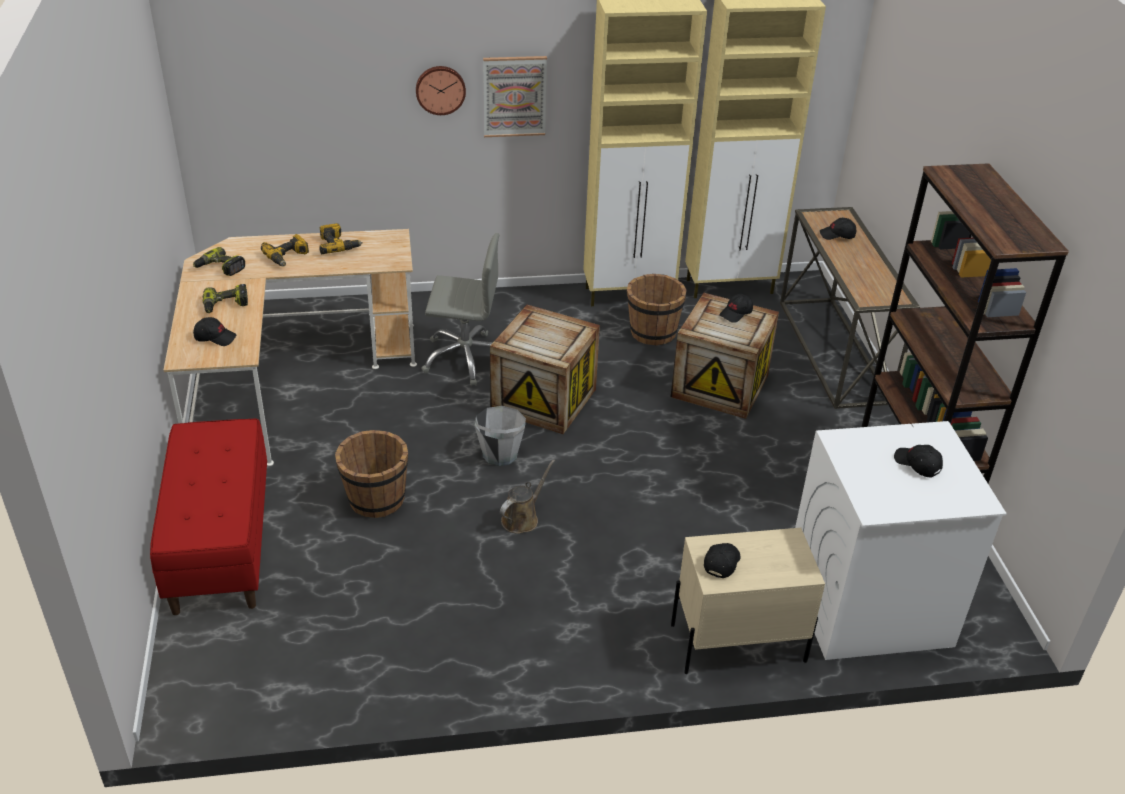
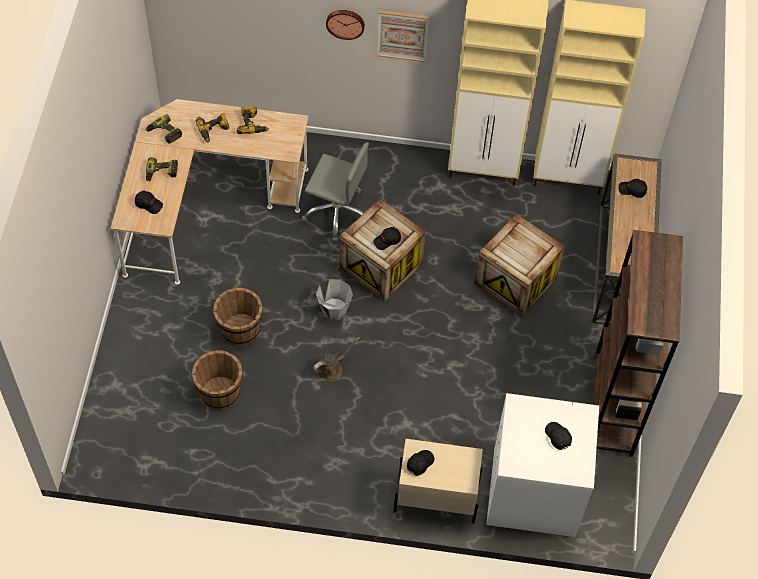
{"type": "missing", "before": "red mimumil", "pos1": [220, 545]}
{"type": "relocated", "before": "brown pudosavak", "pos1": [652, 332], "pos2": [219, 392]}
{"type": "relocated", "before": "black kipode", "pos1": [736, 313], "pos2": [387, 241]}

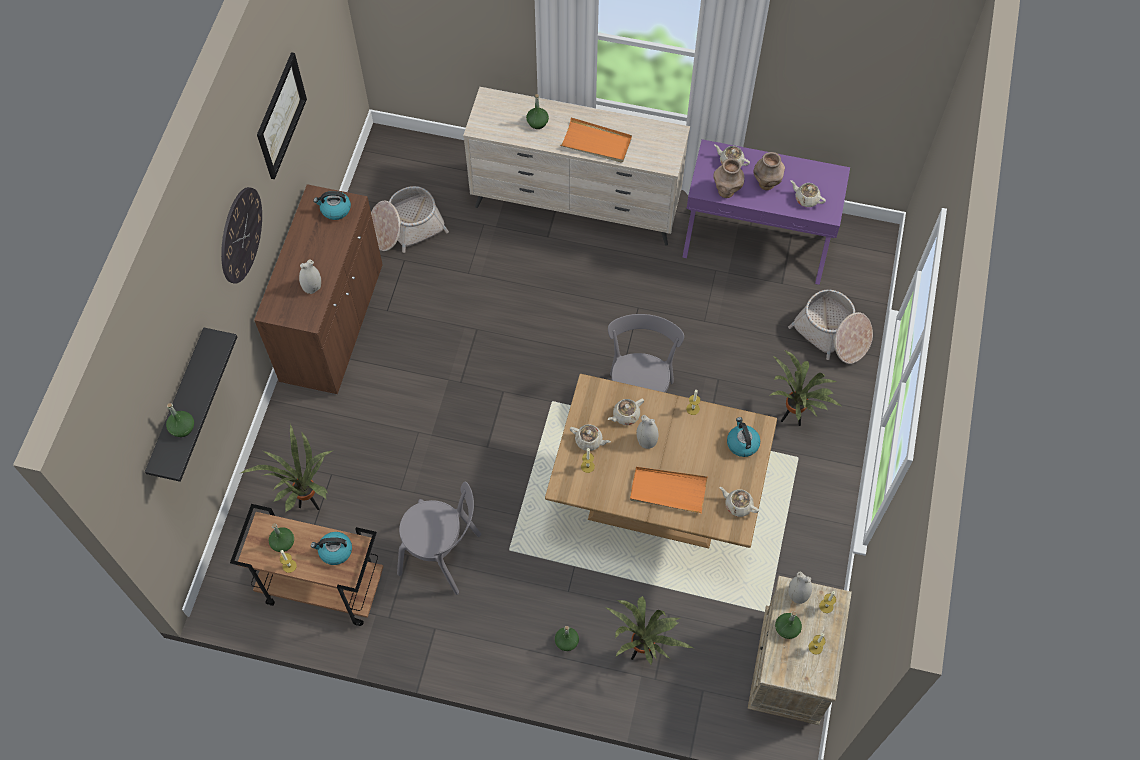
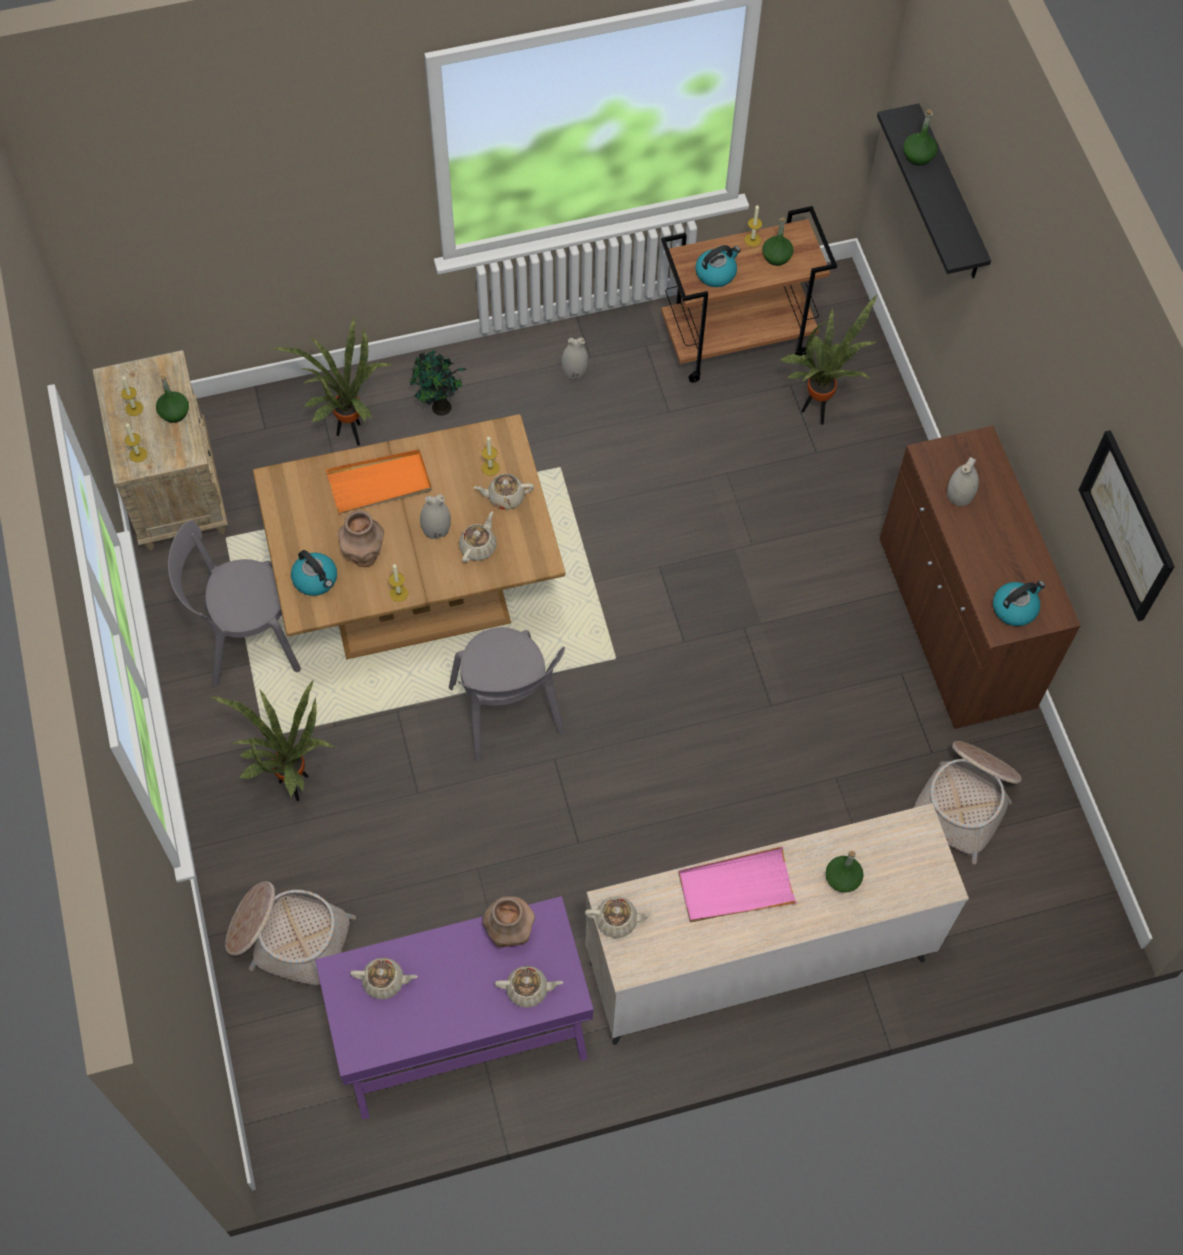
{"type": "missing", "before": "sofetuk", "pos1": [240, 235]}
{"type": "relocated", "before": "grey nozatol", "pos1": [443, 555], "pos2": [246, 639]}
{"type": "exchanged", "before": "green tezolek", "after": "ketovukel", "pos1": [566, 641], "pos2": [440, 408]}
{"type": "colour", "before": "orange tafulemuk", "after": "pink tafulemuk", "pos1": [596, 143], "pos2": [736, 888]}
{"type": "relocated", "before": "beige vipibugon", "pos1": [738, 505], "pos2": [617, 920]}
{"type": "relocated", "before": "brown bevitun", "pos1": [766, 184], "pos2": [364, 556]}
{"type": "relocated", "before": "white bevitun", "pos1": [797, 594], "pos2": [574, 371]}

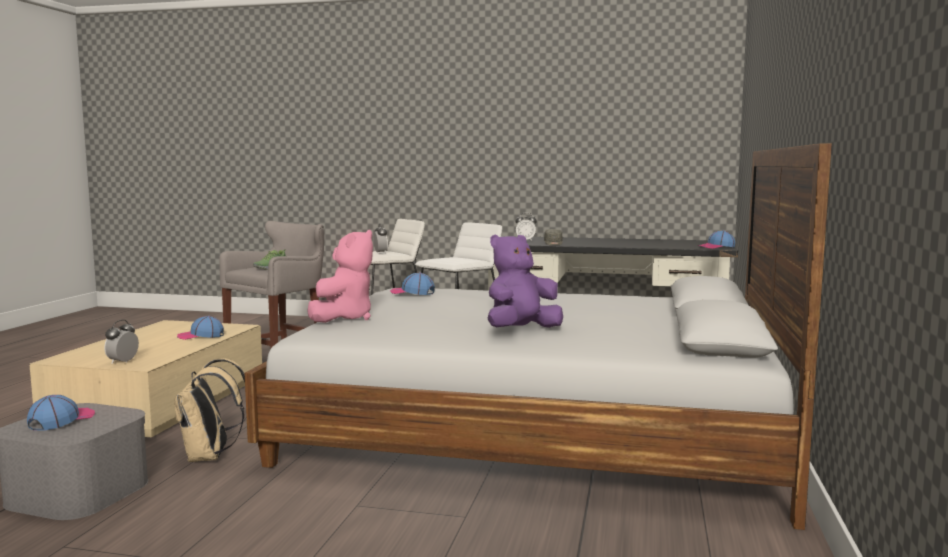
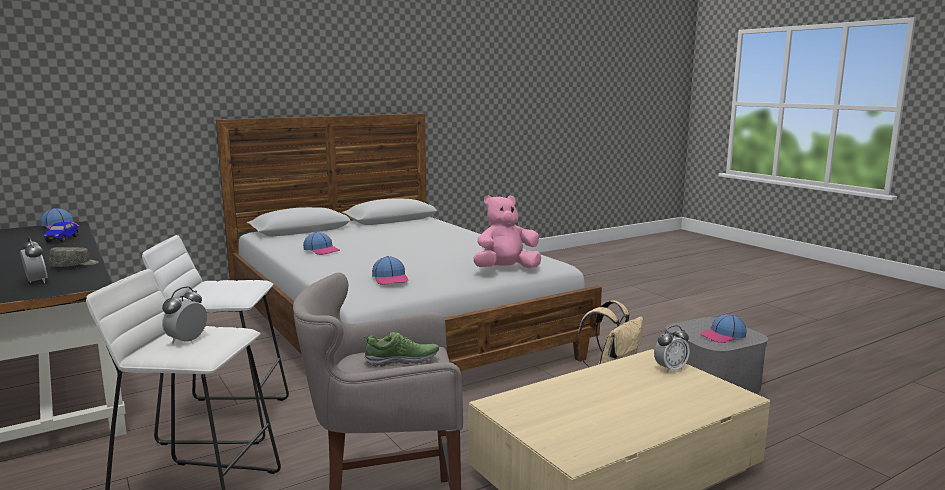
{"type": "relocated", "before": "kipode", "pos1": [200, 336], "pos2": [322, 250]}
{"type": "missing", "before": "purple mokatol", "pos1": [521, 330]}
{"type": "appeared", "after": "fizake", "pos2": [62, 239]}

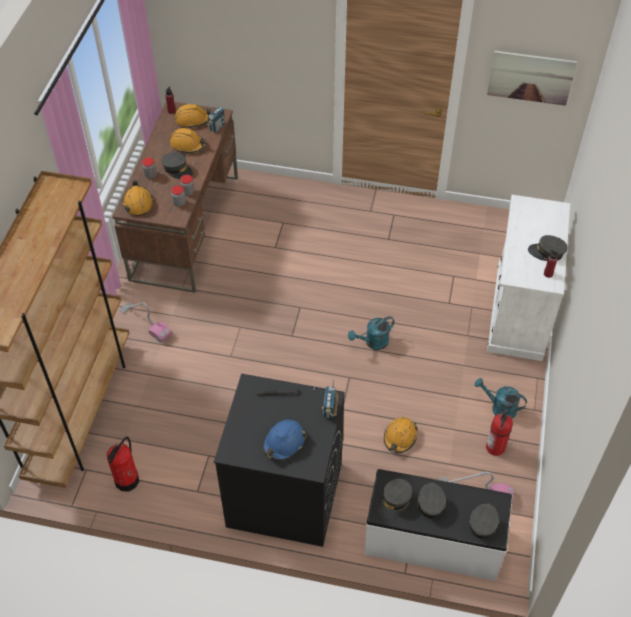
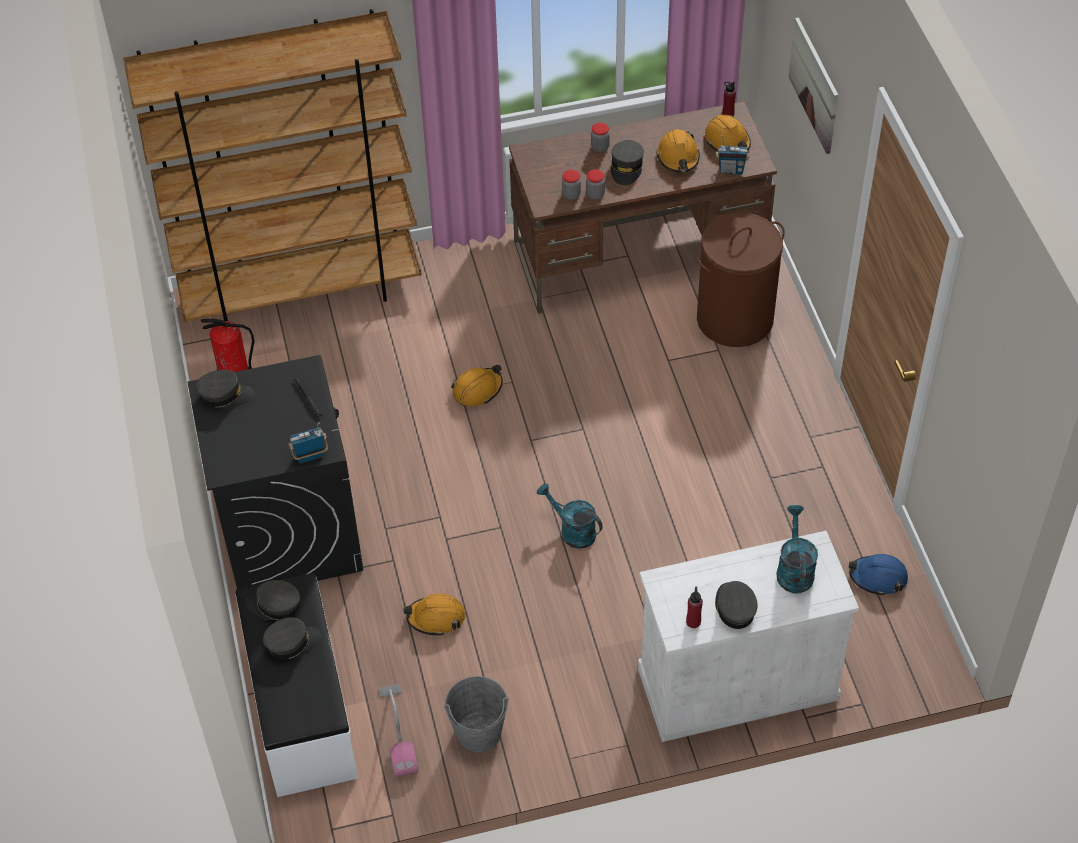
{"type": "missing", "before": "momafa", "pos1": [145, 323]}
{"type": "relocated", "before": "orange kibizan", "pos1": [138, 203], "pos2": [477, 390]}
{"type": "relocated", "before": "blue kibizan", "pos1": [284, 443], "pos2": [878, 577]}
{"type": "relocated", "before": "grey kipode", "pos1": [483, 522], "pos2": [225, 395]}
{"type": "relocated", "before": "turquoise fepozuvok", "pos1": [499, 408], "pos2": [794, 569]}
{"type": "exchanged", "before": "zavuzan", "after": "grey pudosavak", "pos1": [495, 448], "pos2": [478, 732]}
{"type": "relocated", "before": "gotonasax", "pos1": [530, 77], "pos2": [814, 85]}
{"type": "appeared", "after": "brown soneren", "pos2": [734, 318]}

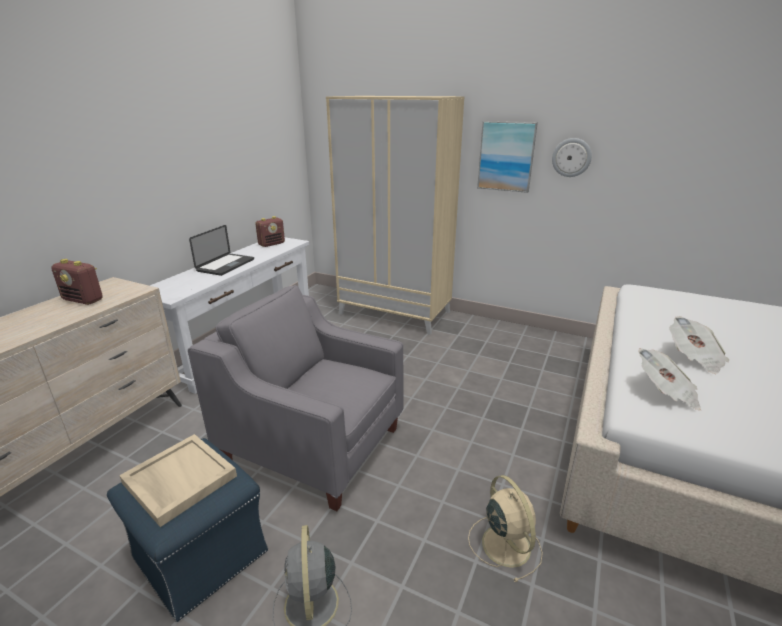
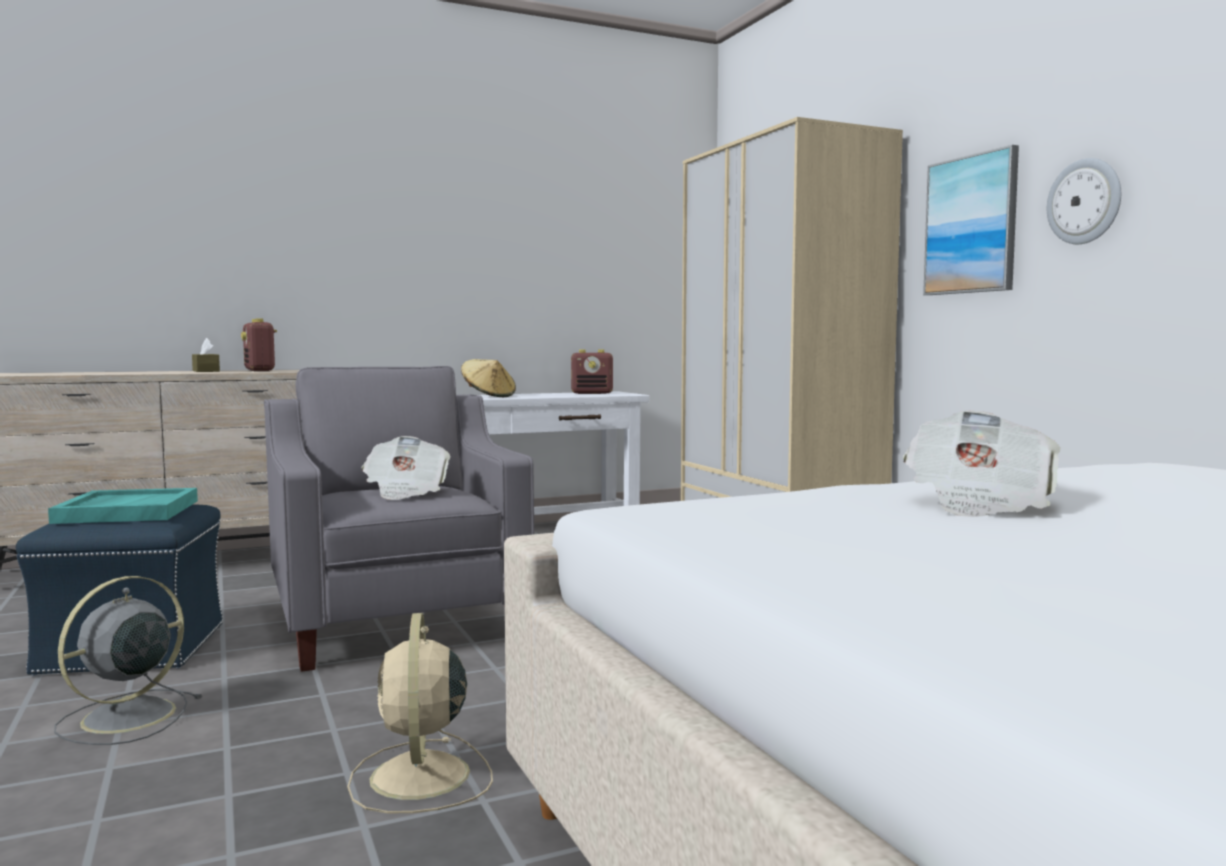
{"type": "colour", "before": "beige tafulemuk", "after": "turquoise tafulemuk", "pos1": [178, 480], "pos2": [127, 511]}
{"type": "exchanged", "before": "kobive", "after": "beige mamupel", "pos1": [226, 265], "pos2": [488, 396]}
{"type": "spun", "before": "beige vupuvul", "pos1": [504, 543], "pos2": [420, 778], "turn": 150}
{"type": "relocated", "before": "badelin", "pos1": [666, 392], "pos2": [406, 492]}
{"type": "appeared", "after": "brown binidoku", "pos2": [206, 371]}

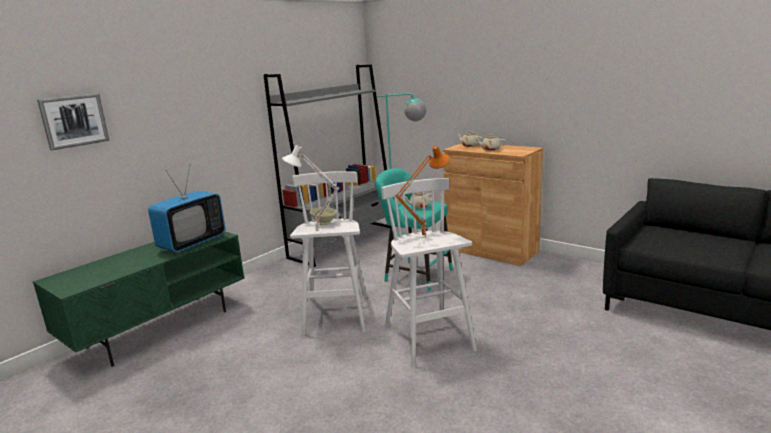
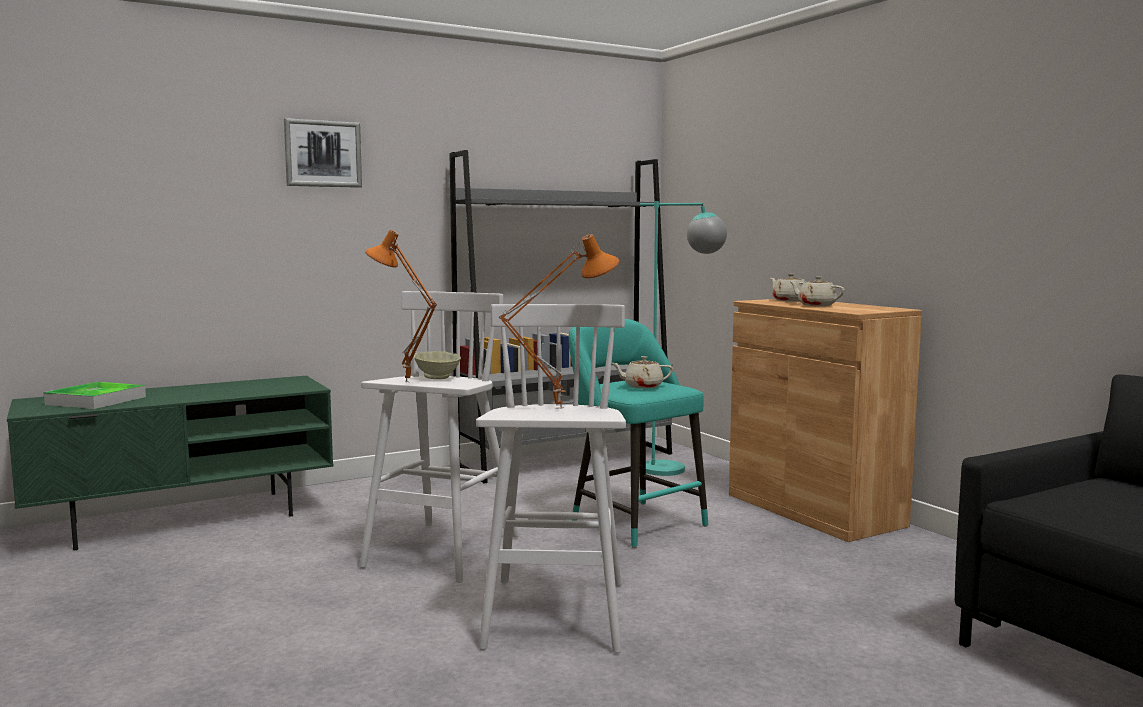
{"type": "relocated", "before": "gotonasax", "pos1": [74, 121], "pos2": [323, 154]}
{"type": "missing", "before": "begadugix", "pos1": [192, 243]}
{"type": "colour", "before": "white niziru", "after": "orange niziru", "pos1": [316, 231], "pos2": [404, 382]}
{"type": "appeared", "after": "tafulemuk", "pos2": [96, 401]}

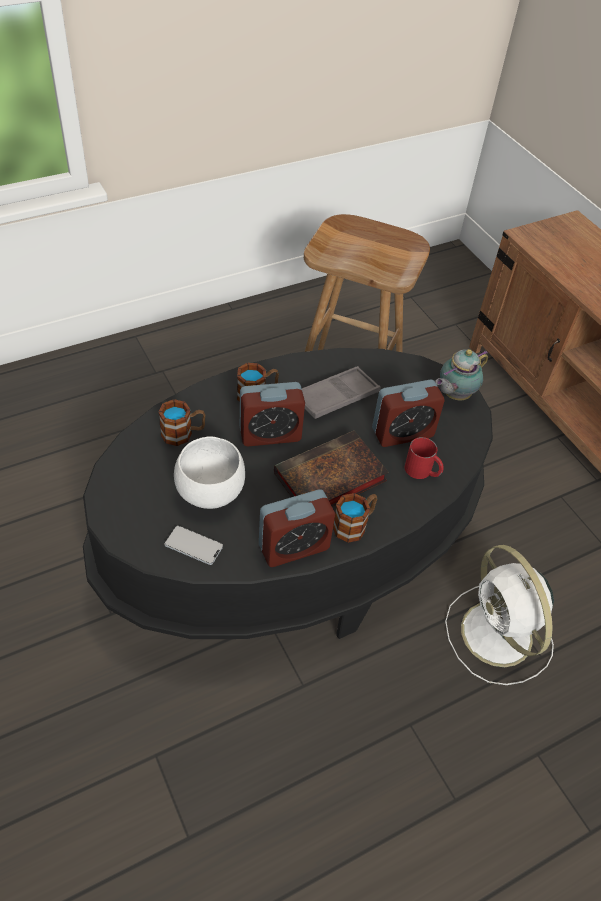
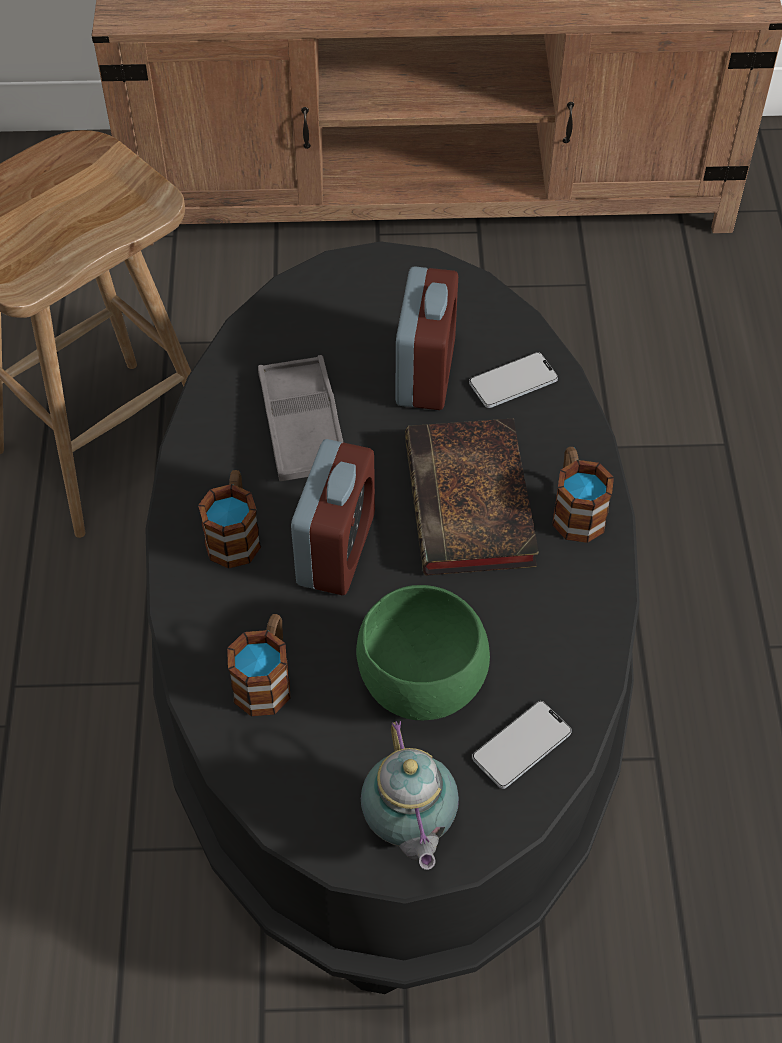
{"type": "colour", "before": "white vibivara", "after": "green vibivara", "pos1": [208, 493], "pos2": [420, 686]}
{"type": "missing", "before": "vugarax", "pos1": [293, 547]}
{"type": "exchanged", "before": "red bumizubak", "after": "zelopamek", "pos1": [422, 471], "pos2": [513, 381]}
{"type": "relocated", "before": "vipibugon", "pos1": [454, 395], "pos2": [409, 828]}
{"type": "missing", "before": "white vupuvul", "pos1": [498, 637]}

